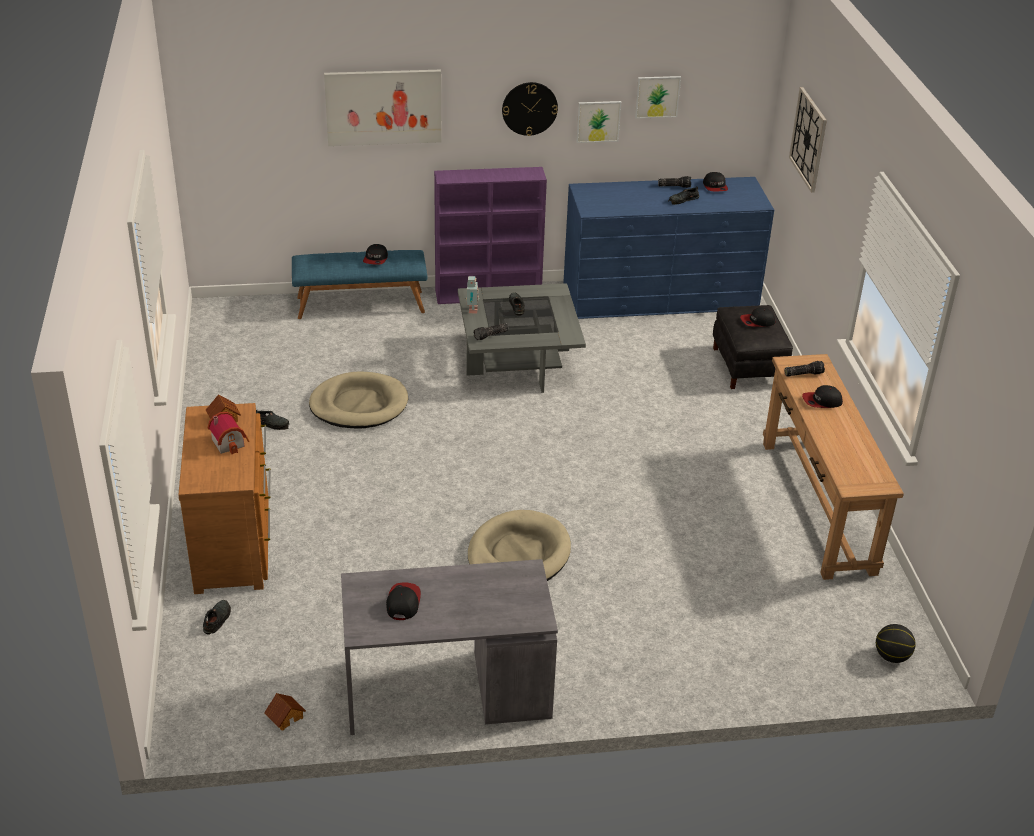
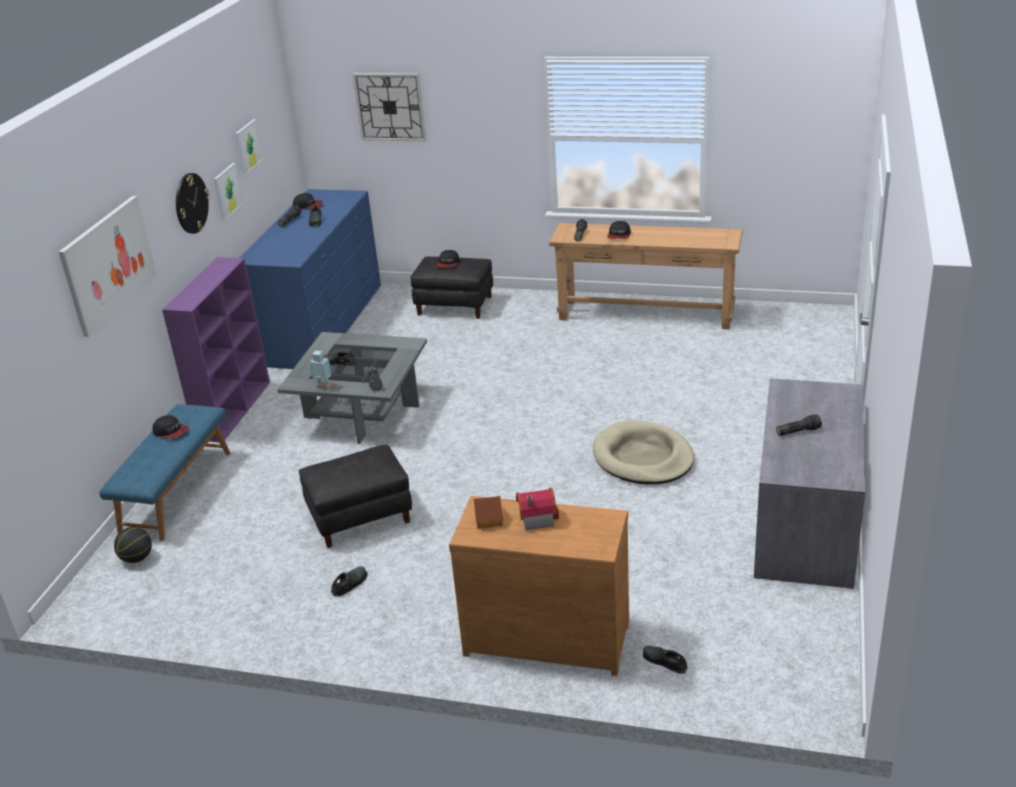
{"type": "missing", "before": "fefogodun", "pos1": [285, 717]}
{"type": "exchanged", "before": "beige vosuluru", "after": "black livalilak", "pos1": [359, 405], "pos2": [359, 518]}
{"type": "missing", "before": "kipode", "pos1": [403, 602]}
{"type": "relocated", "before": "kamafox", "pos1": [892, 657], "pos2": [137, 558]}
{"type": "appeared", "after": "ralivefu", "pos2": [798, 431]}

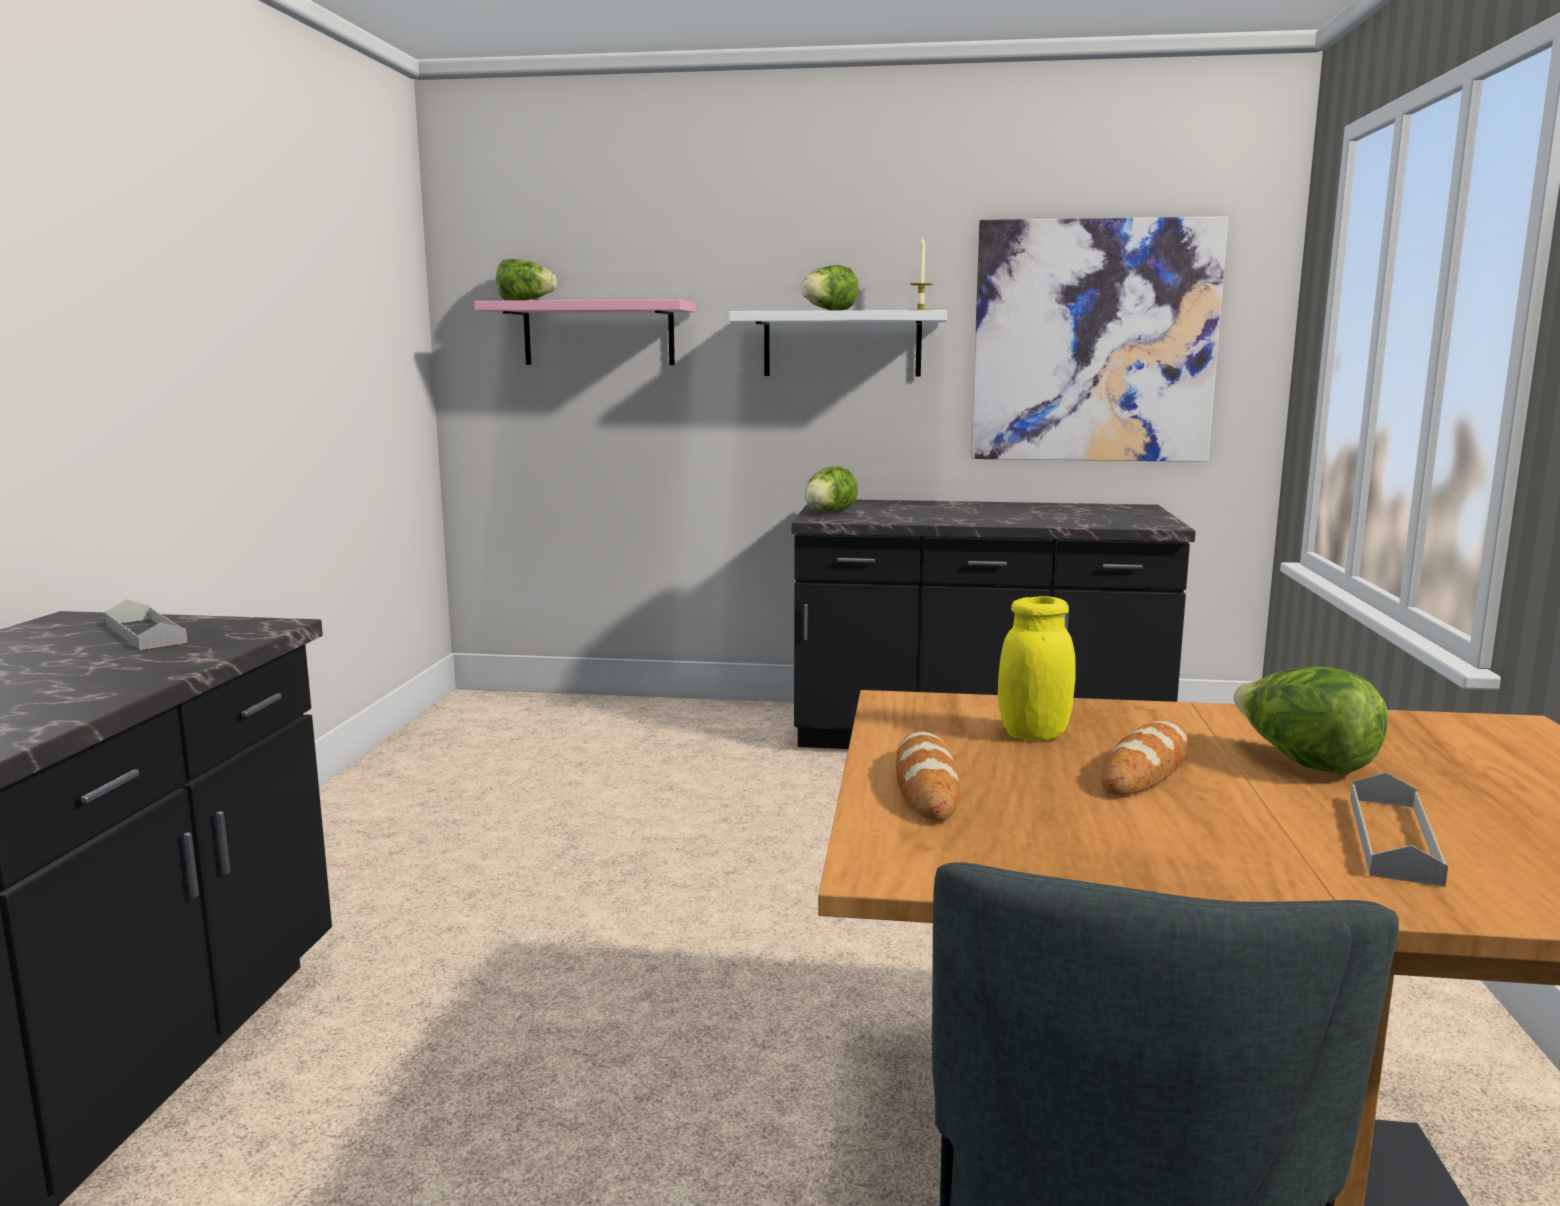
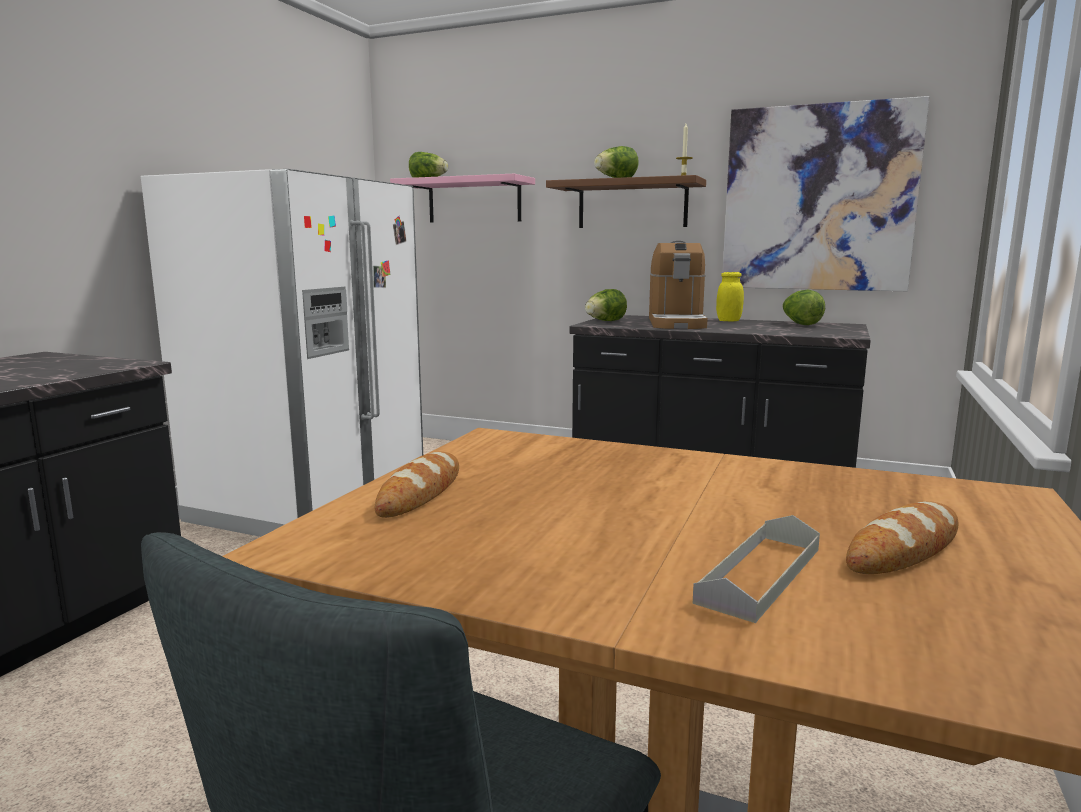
{"type": "missing", "before": "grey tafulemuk", "pos1": [146, 633]}
{"type": "colour", "before": "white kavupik", "after": "brown kavupik", "pos1": [842, 344], "pos2": [632, 205]}
{"type": "relocated", "before": "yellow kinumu", "pos1": [1034, 734], "pos2": [728, 321]}
{"type": "relocated", "before": "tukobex", "pos1": [1146, 768], "pos2": [904, 548]}
{"type": "relocated", "before": "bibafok", "pos1": [1303, 763], "pos2": [800, 324]}
{"type": "appeared", "after": "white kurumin", "pos2": [312, 502]}
{"type": "appeared", "after": "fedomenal", "pos2": [676, 323]}

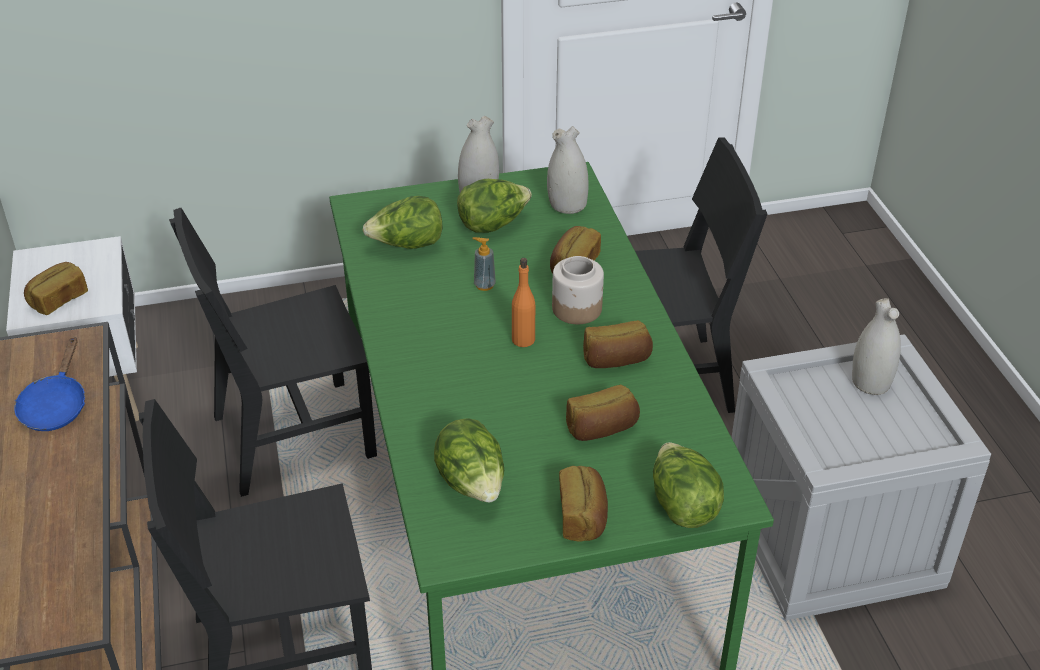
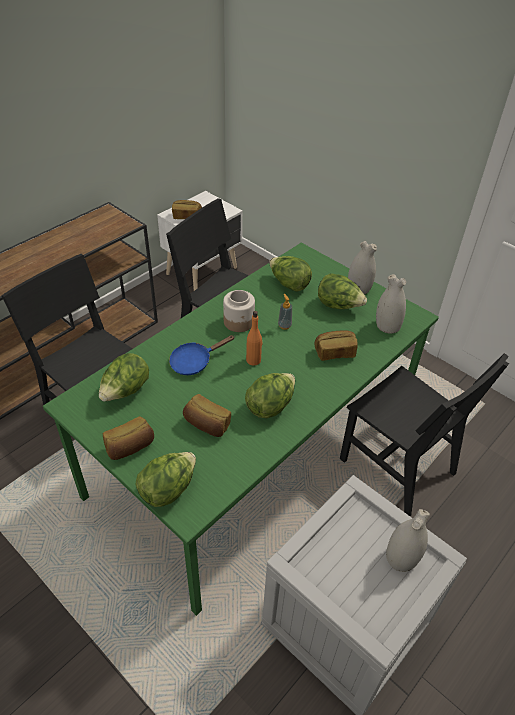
{"type": "relocated", "before": "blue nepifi", "pos1": [55, 406], "pos2": [194, 362]}
{"type": "relocated", "before": "kinumu", "pos1": [577, 308], "pos2": [239, 322]}
{"type": "exchanged", "before": "tukobex", "after": "bibafok", "pos1": [616, 360], "pos2": [270, 406]}

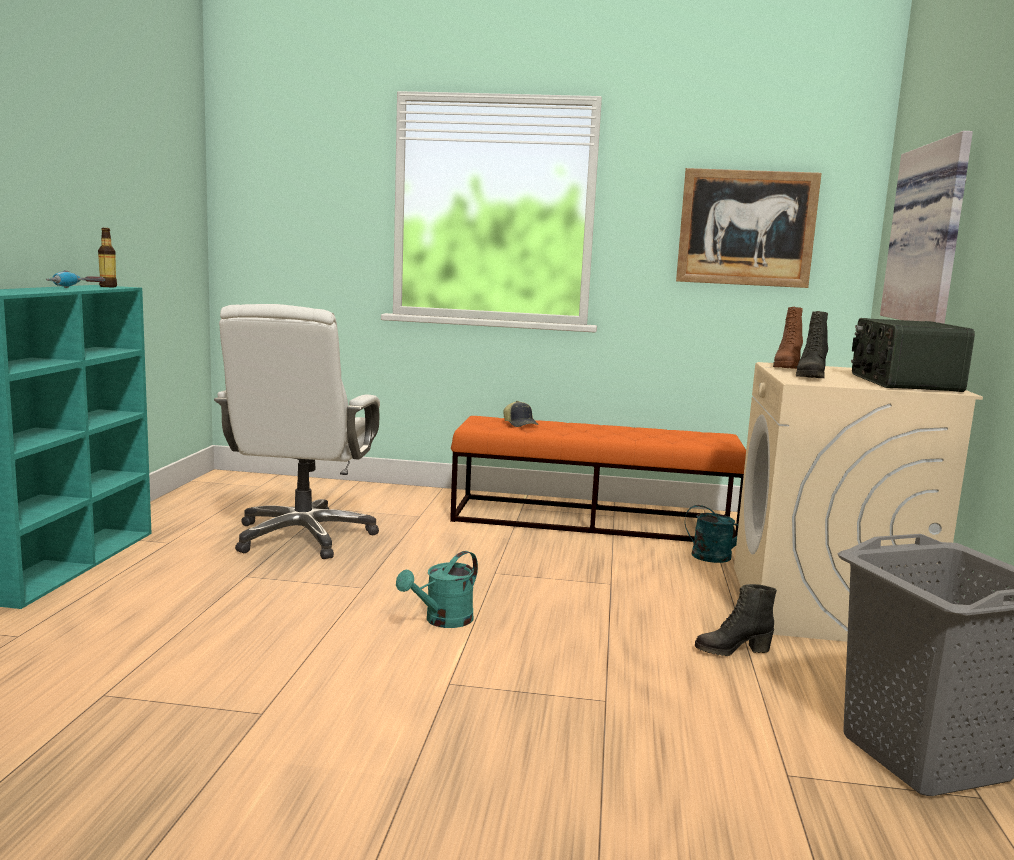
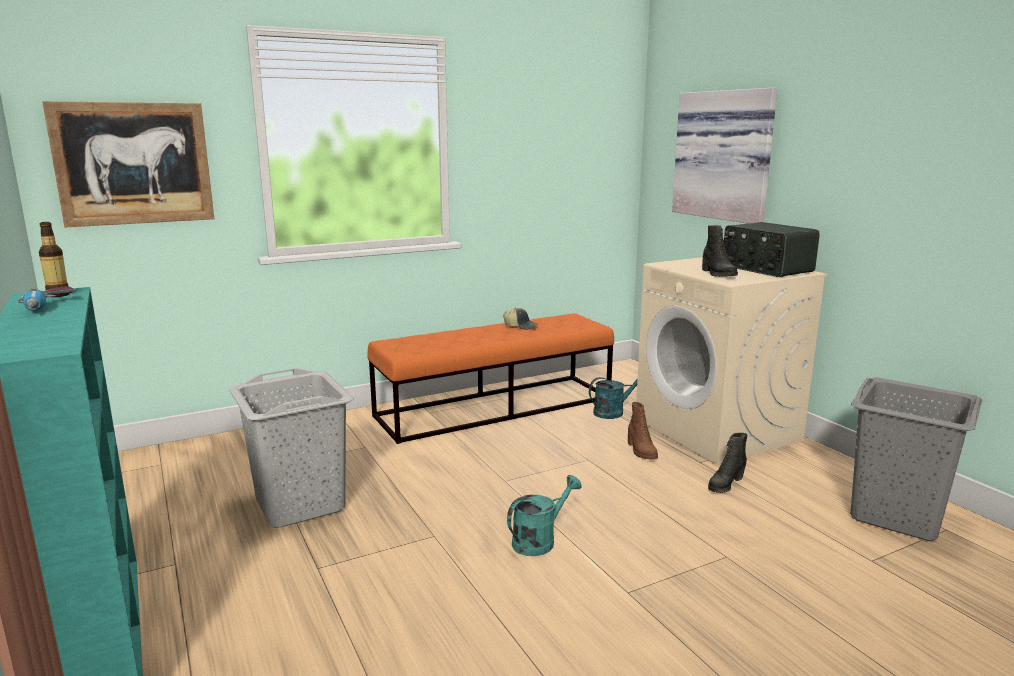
{"type": "exchanged", "before": "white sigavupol", "after": "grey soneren", "pos1": [303, 537], "pos2": [300, 505]}
{"type": "spun", "before": "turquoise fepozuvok", "pos1": [442, 621], "pos2": [539, 540], "turn": -135}
{"type": "relocated", "before": "kipode", "pos1": [520, 424], "pos2": [521, 326]}
{"type": "relocated", "before": "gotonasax", "pos1": [746, 228], "pos2": [134, 164]}
{"type": "relocated", "before": "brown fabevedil", "pos1": [786, 367], "pos2": [641, 451]}

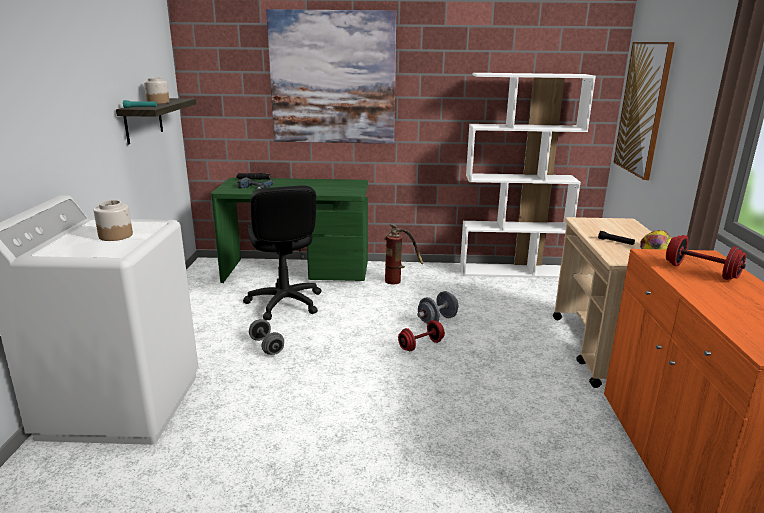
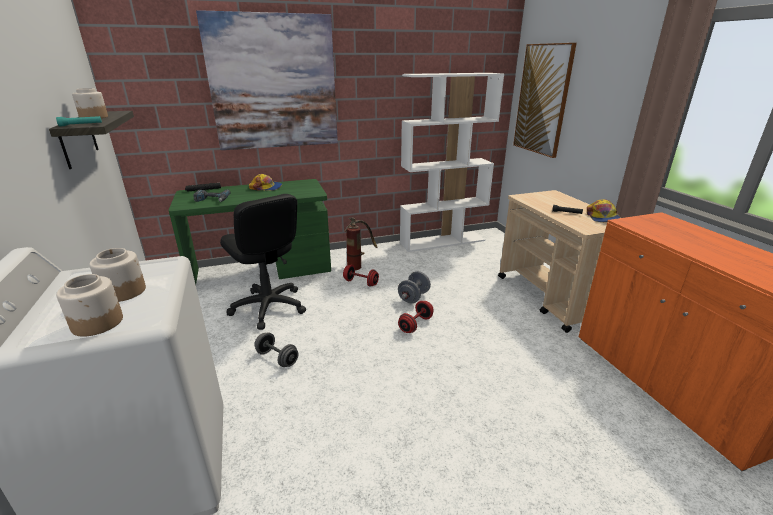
{"type": "relocated", "before": "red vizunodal", "pos1": [701, 272], "pos2": [361, 282]}
{"type": "appeared", "after": "kinumu", "pos2": [98, 323]}
{"type": "appeared", "after": "kipode", "pos2": [266, 187]}

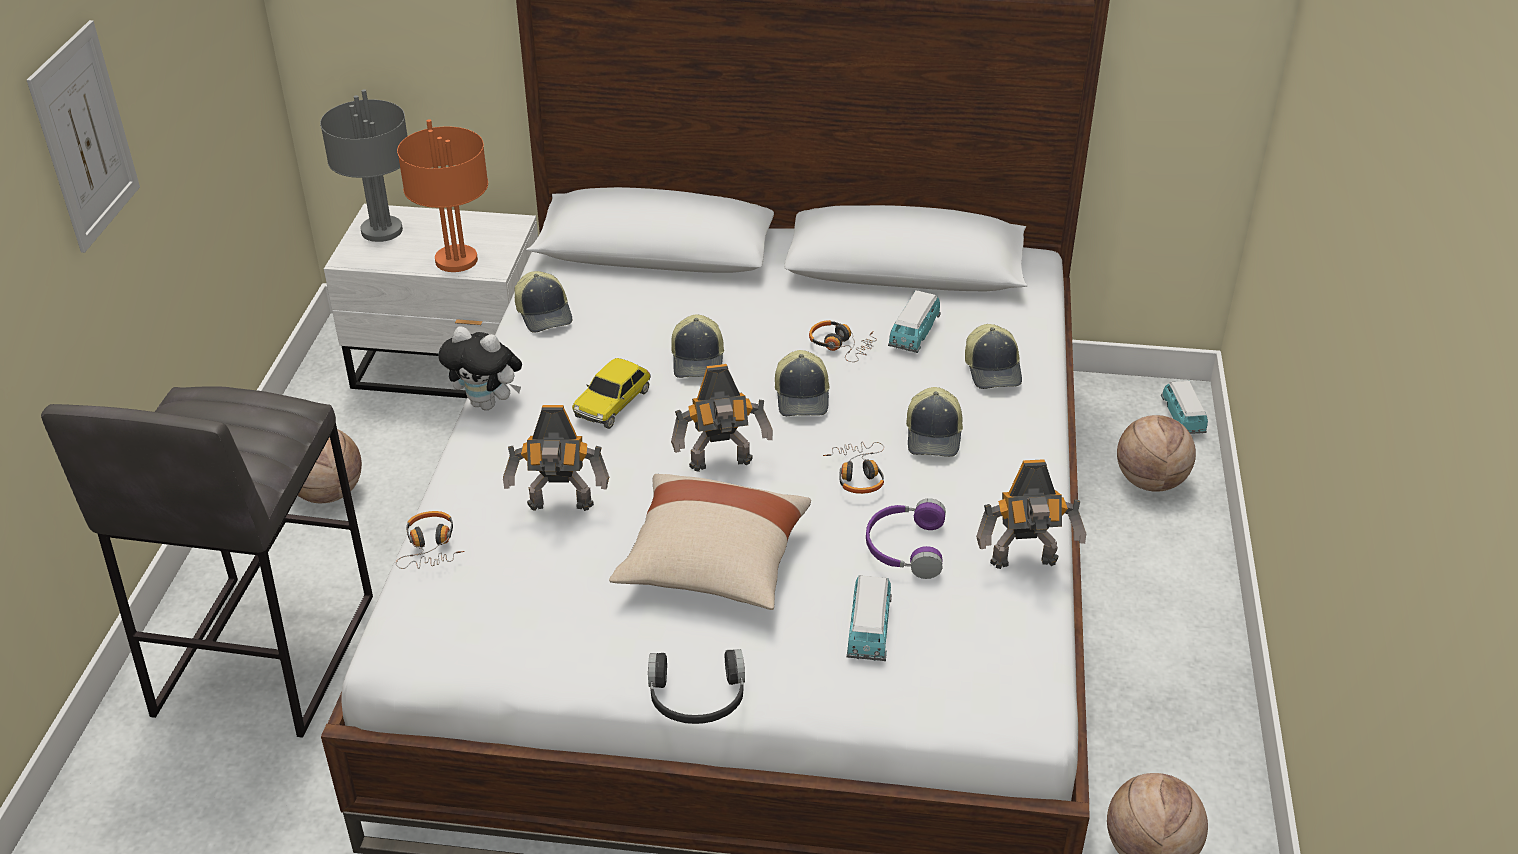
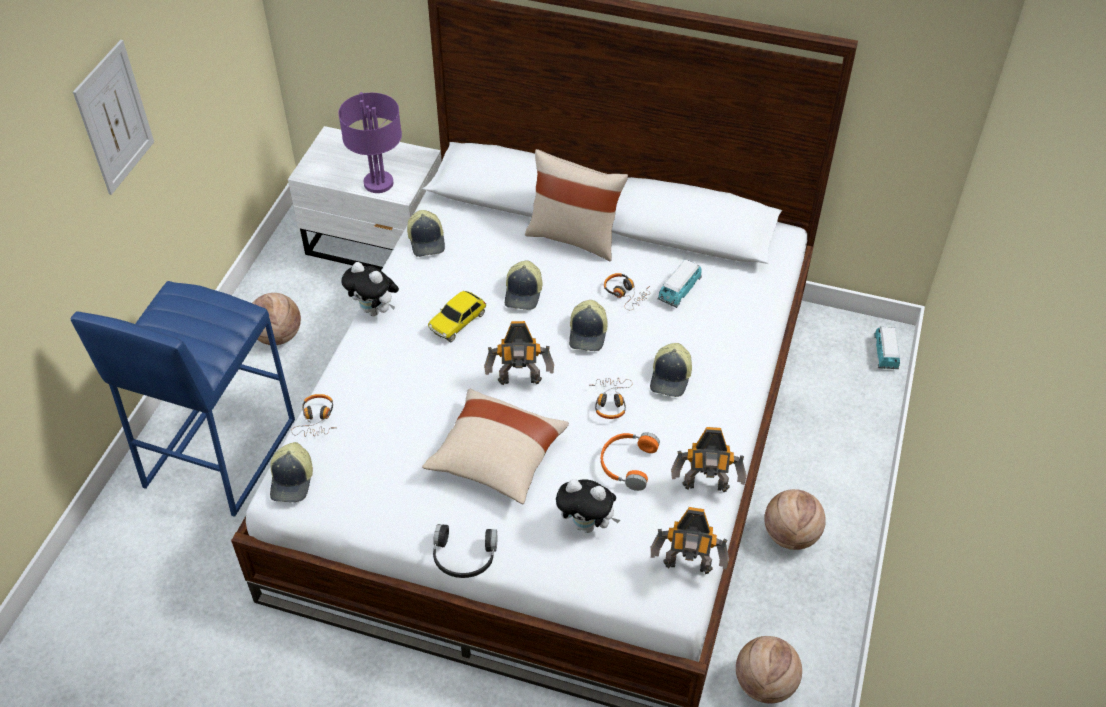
{"type": "colour", "before": "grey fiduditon", "after": "blue fiduditon", "pos1": [262, 655], "pos2": [218, 453]}
{"type": "missing", "before": "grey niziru", "pos1": [382, 231]}
{"type": "colour", "before": "orange niziru", "after": "purple niziru", "pos1": [457, 260], "pos2": [379, 183]}
{"type": "relocated", "before": "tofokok", "pos1": [560, 507], "pos2": [687, 568]}
{"type": "exchanged", "before": "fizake", "after": "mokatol", "pos1": [869, 632], "pos2": [587, 525]}
{"type": "colour", "before": "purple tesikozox", "after": "orange tesikozox", "pos1": [904, 547], "pos2": [626, 464]}
{"type": "relocated", "before": "kipode", "pos1": [993, 370], "pos2": [293, 480]}
{"type": "relocated", "before": "kamafox", "pos1": [1150, 482], "pos2": [790, 535]}
{"type": "appeared", "after": "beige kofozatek", "pos2": [574, 237]}

